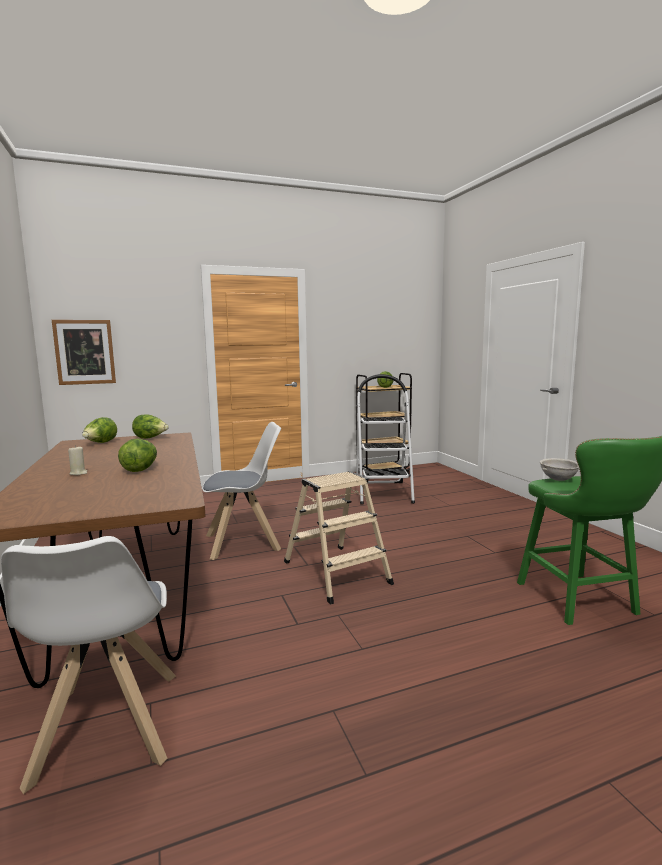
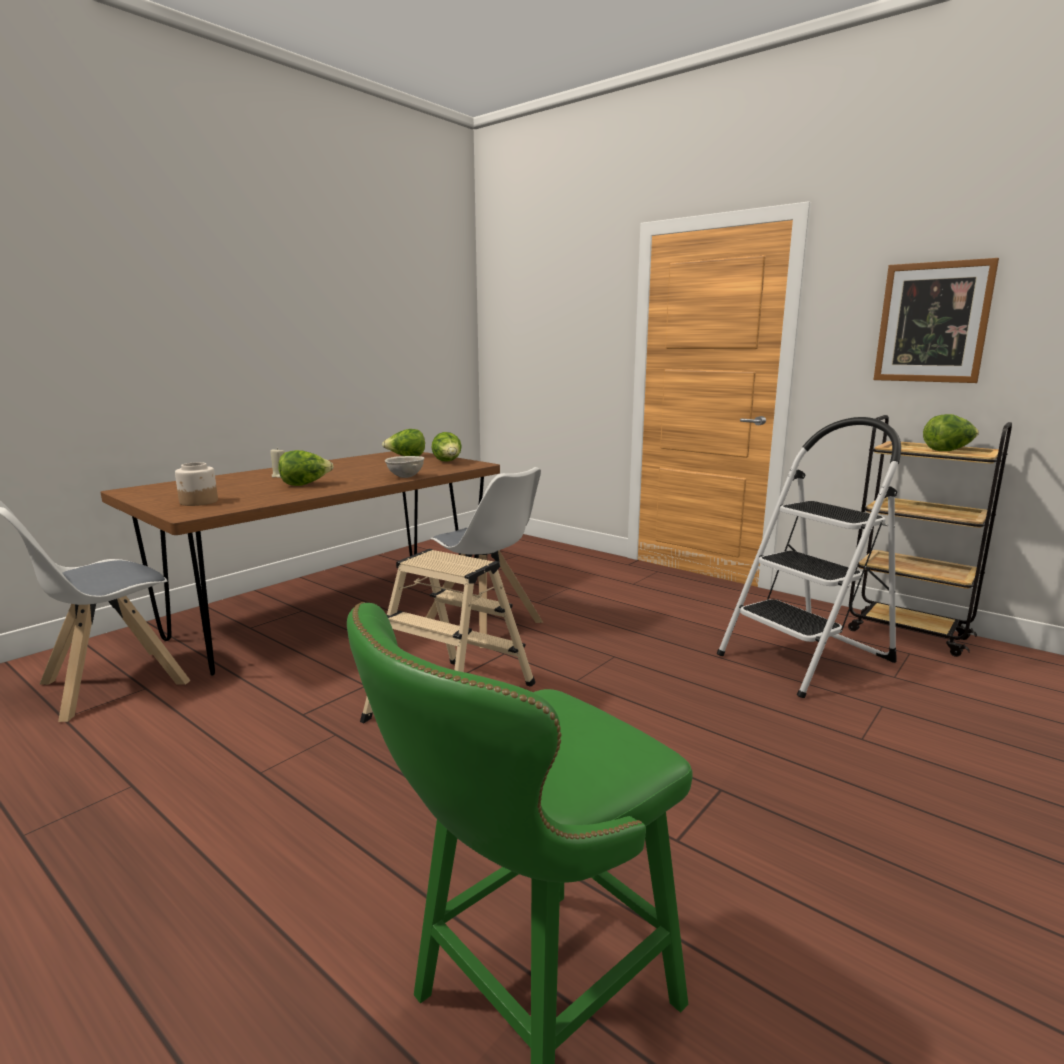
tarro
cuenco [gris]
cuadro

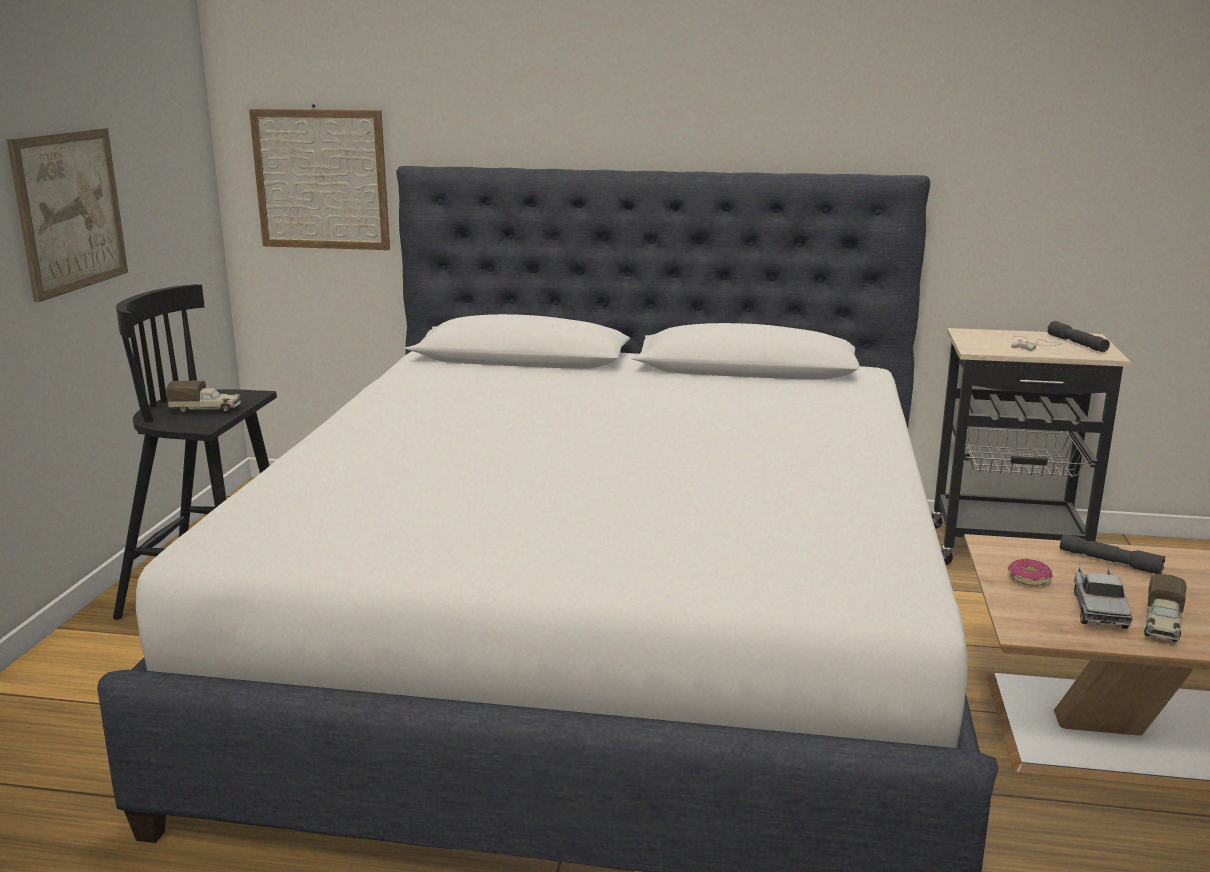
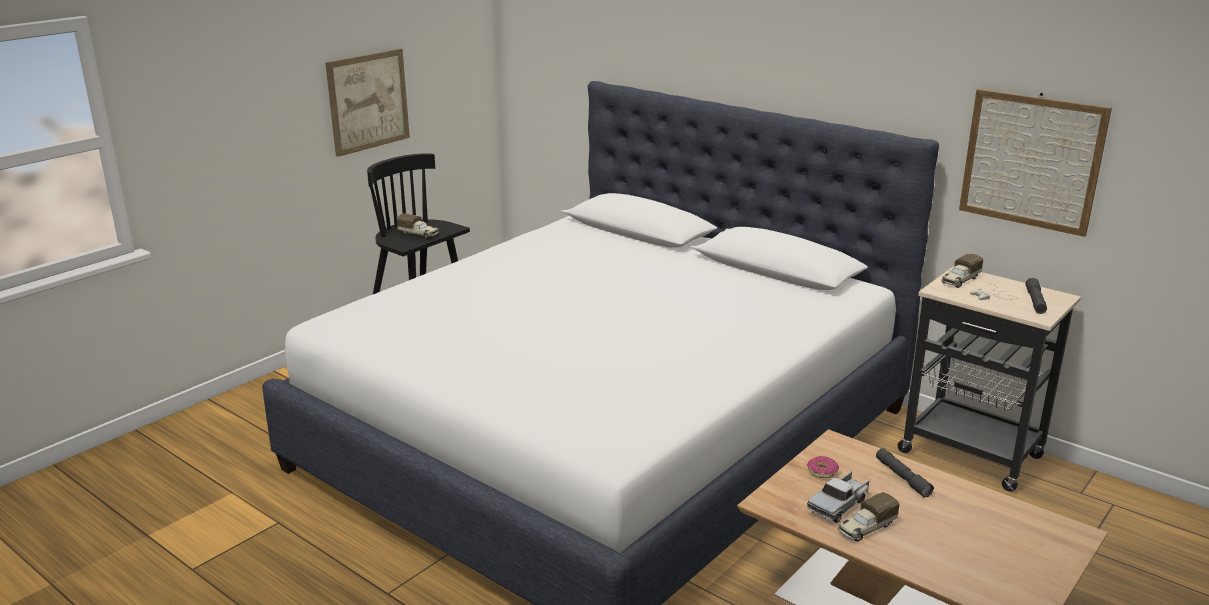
camión de juguete (no. 4 from left)
cuadro (no. 2 from left)

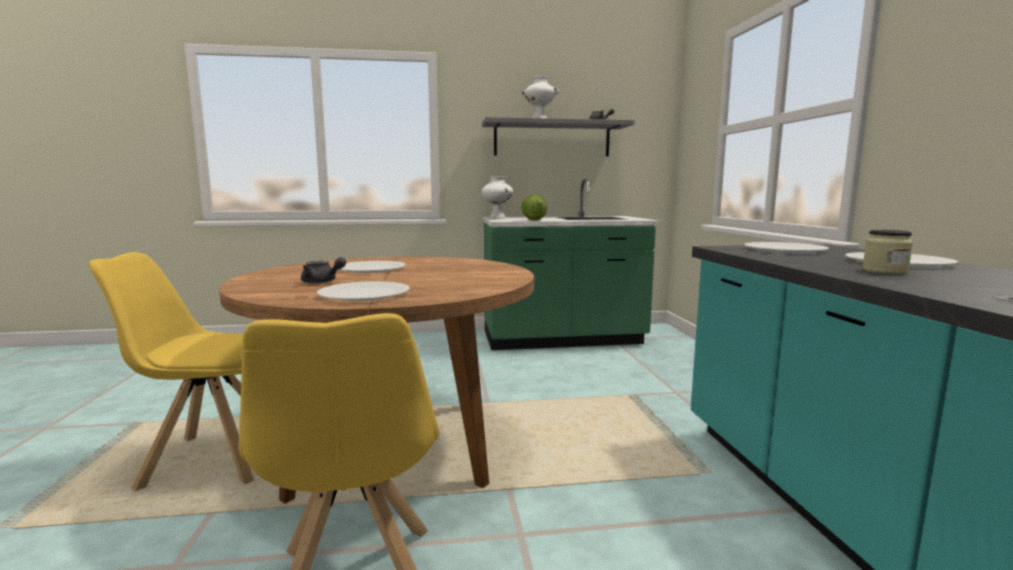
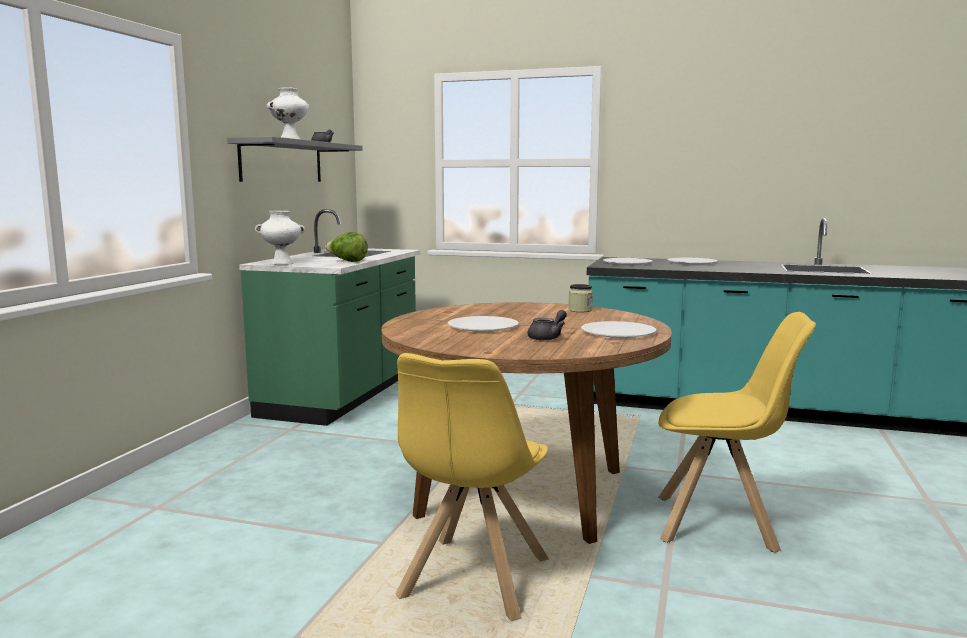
tarro

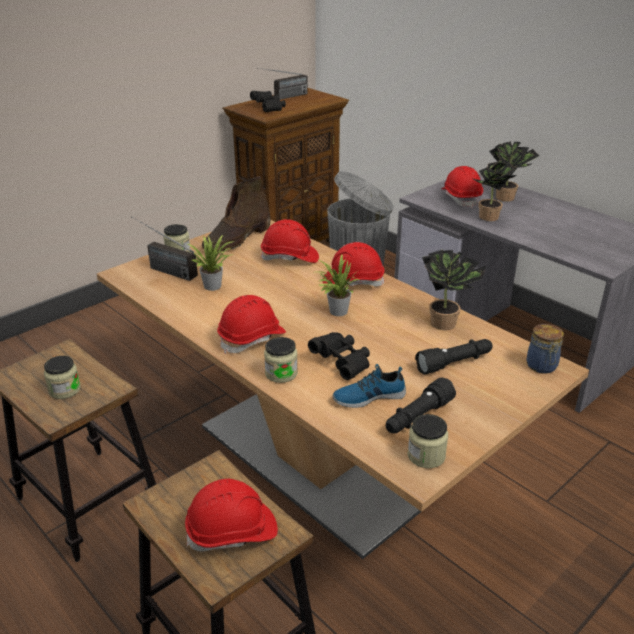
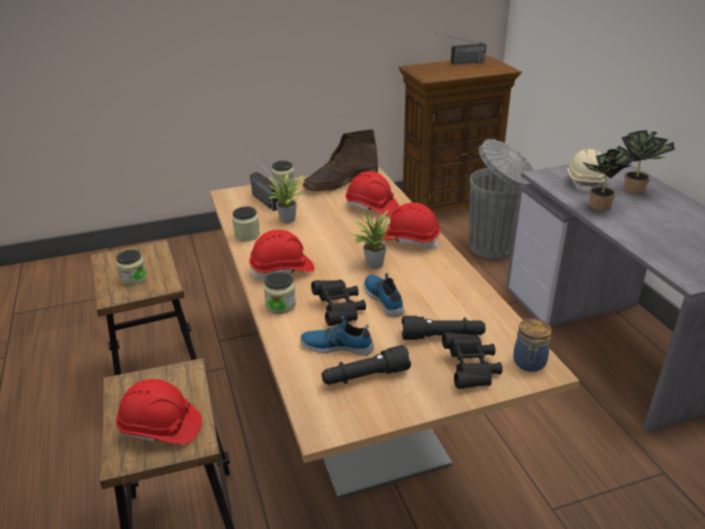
tarro (no. 2 from left)
zapato (no. 2 from left)
prismáticos [negro] (no. 2 from left)
casco [beis]
planta en maceta (no. 3 from left in the first image)

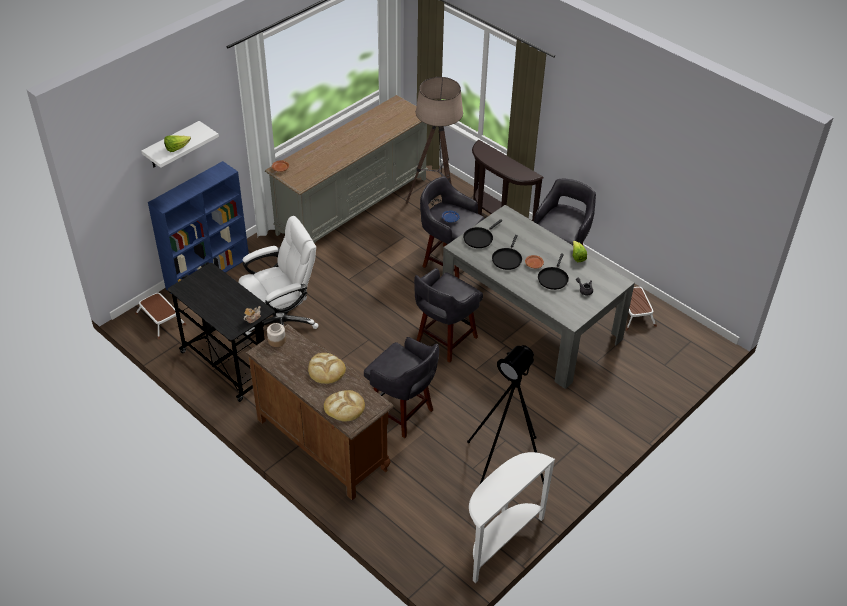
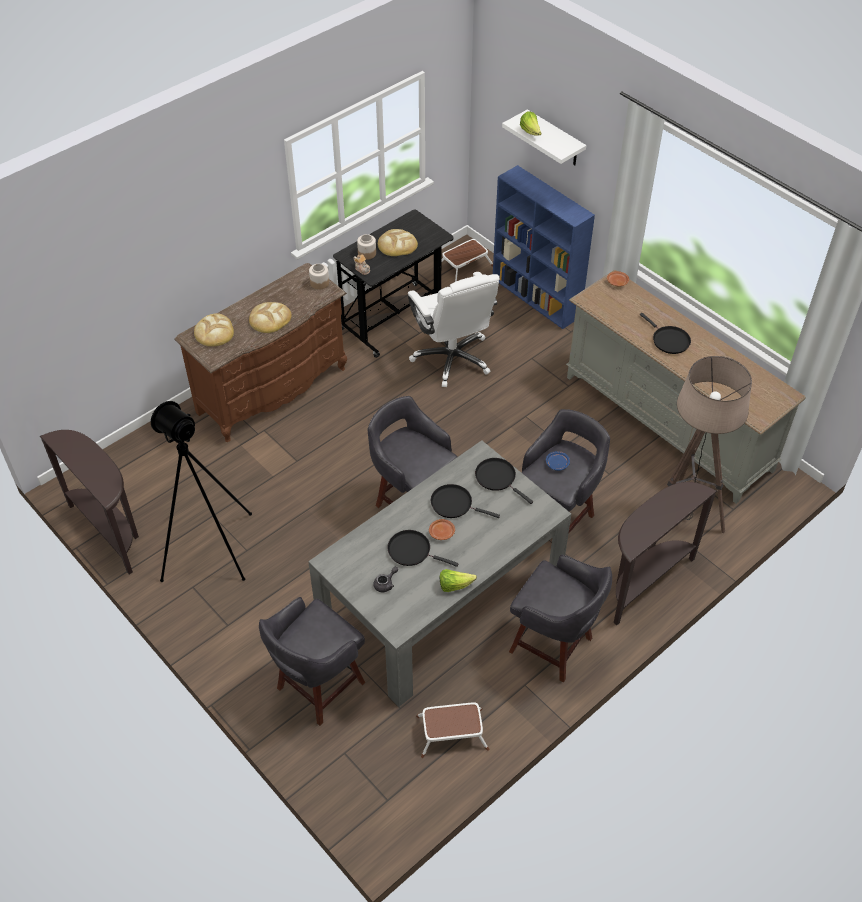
mesa consola [marrón] (no. 1 from left)
taburete [gris] (no. 1 from left)
tarro (no. 2 from left)
pan (no. 3 from left)
sartén [negro] (no. 4 from left)

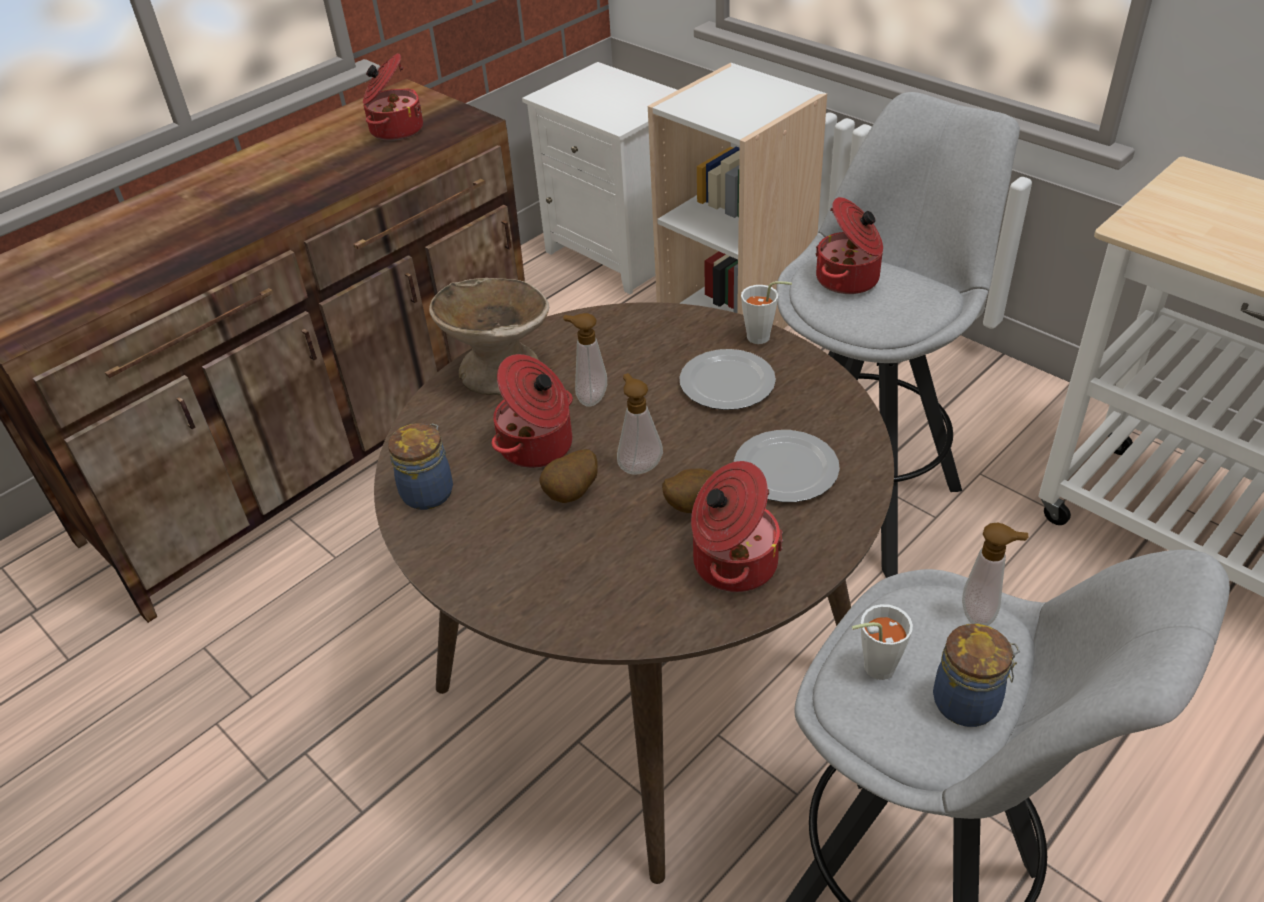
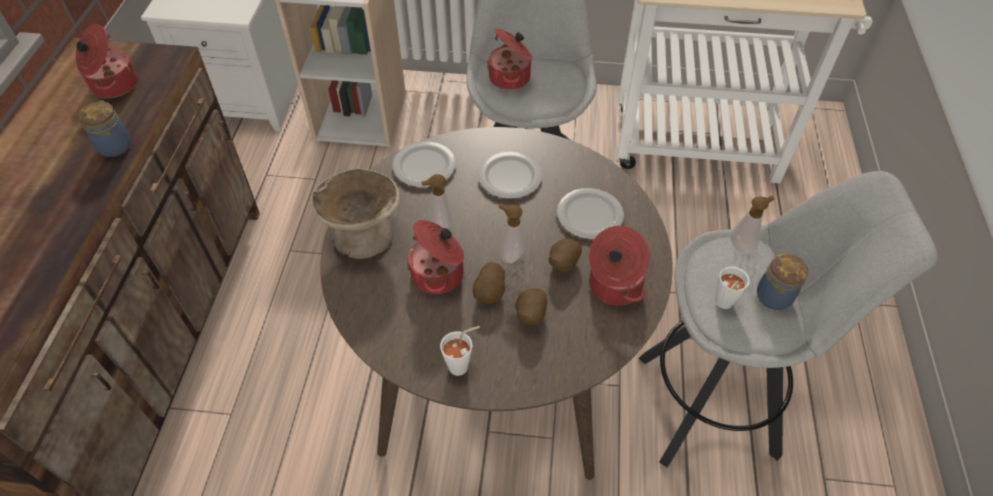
tarro (no. 1 from left)
plato (no. 1 from left)
taza [blanco] (no. 1 from left)
patata (no. 2 from left)

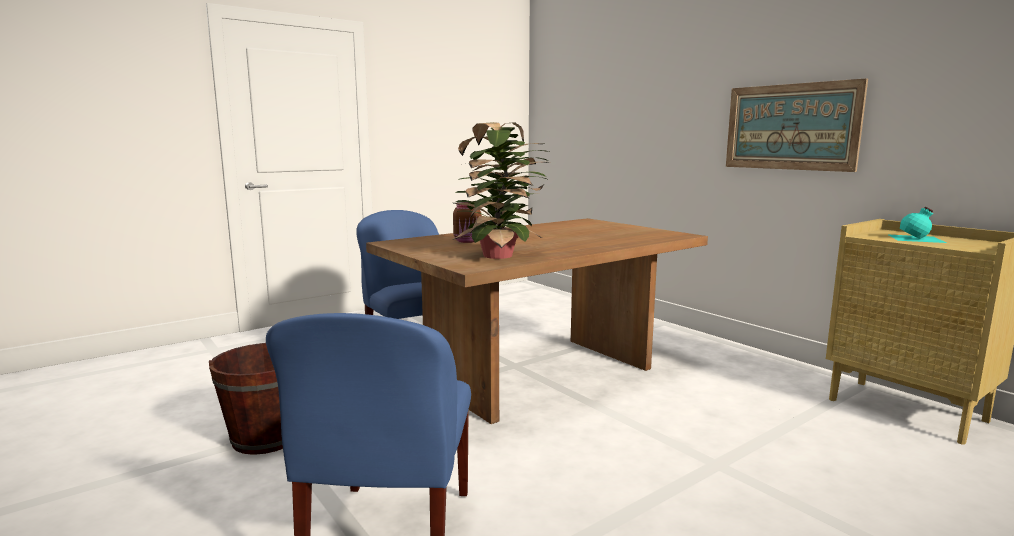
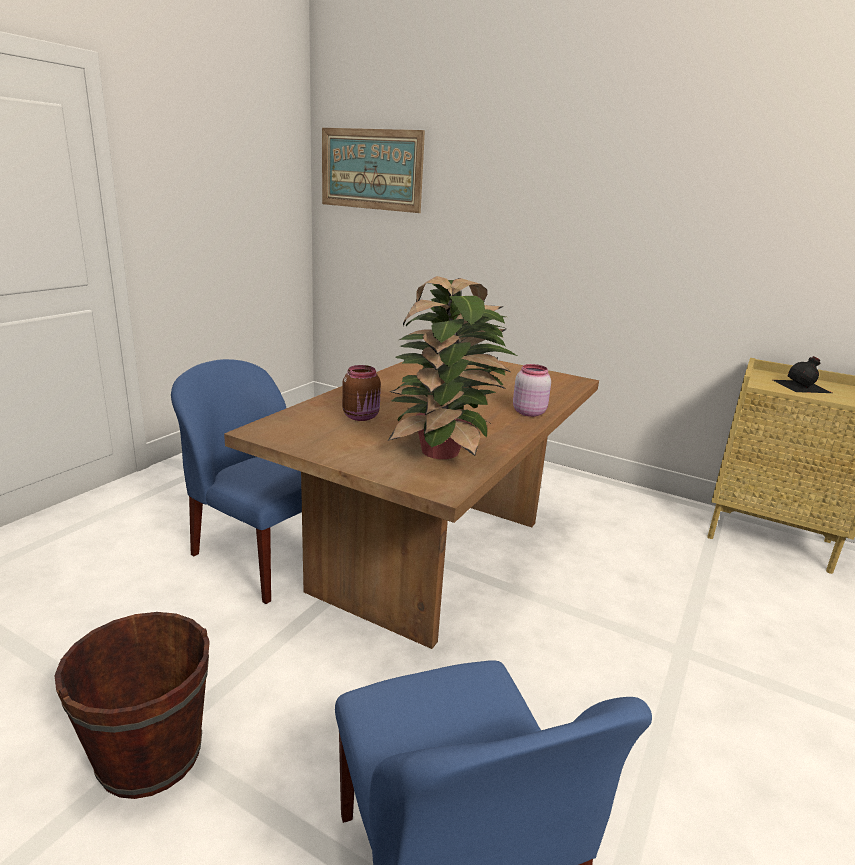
cuadro
tarro [rosa]
botella [negro]

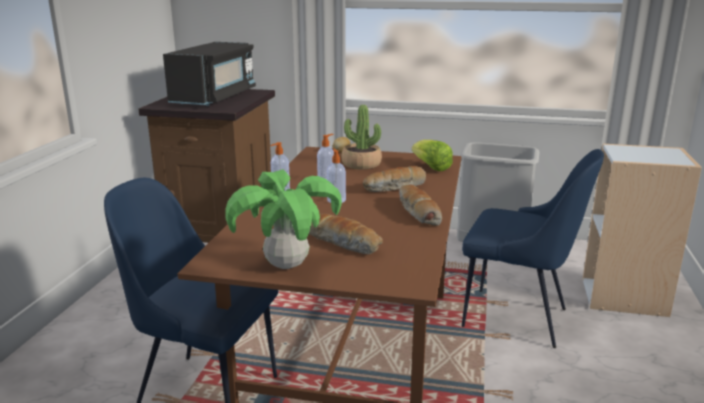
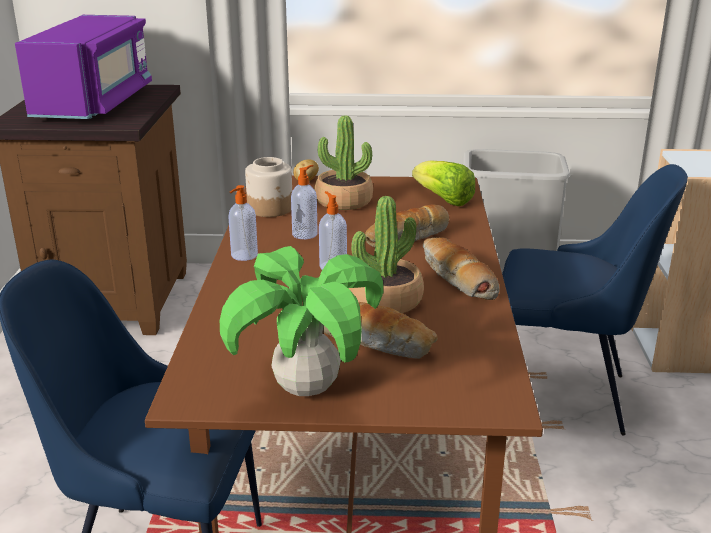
microondas [morado]
tarro
planta en maceta (no. 3 from left)

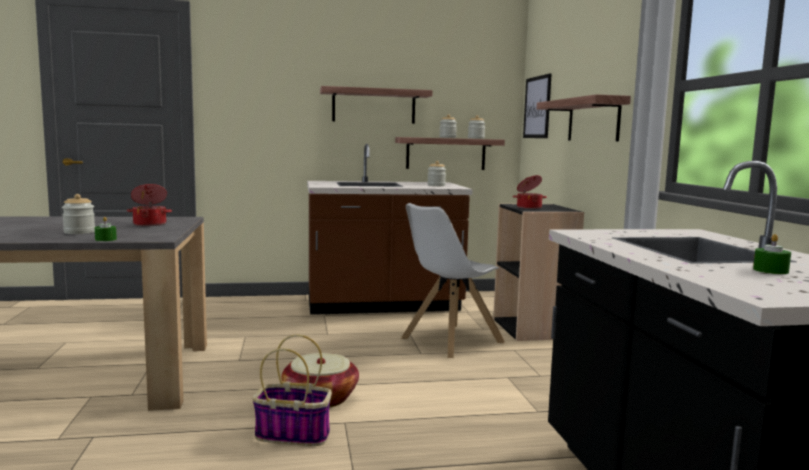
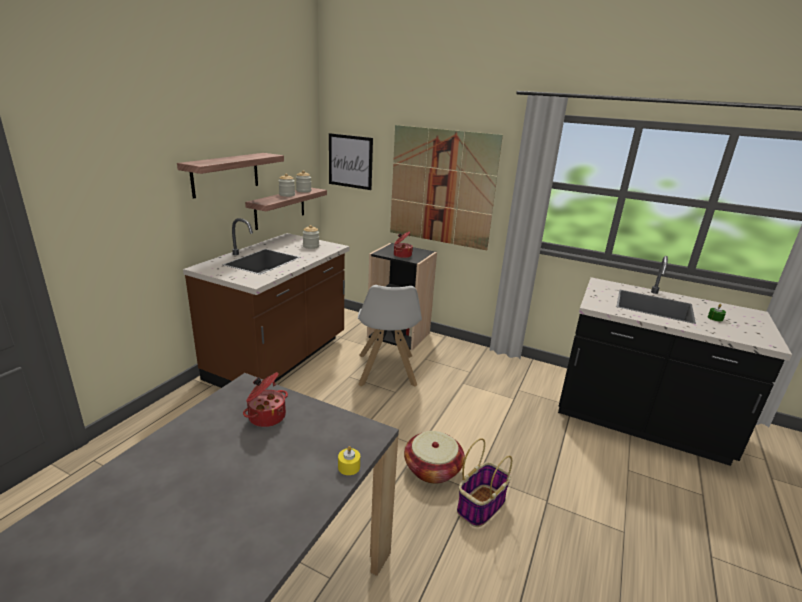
vela [amarillo]
cuadro (no. 2 from left)
tarro (no. 1 from left in the first image)

